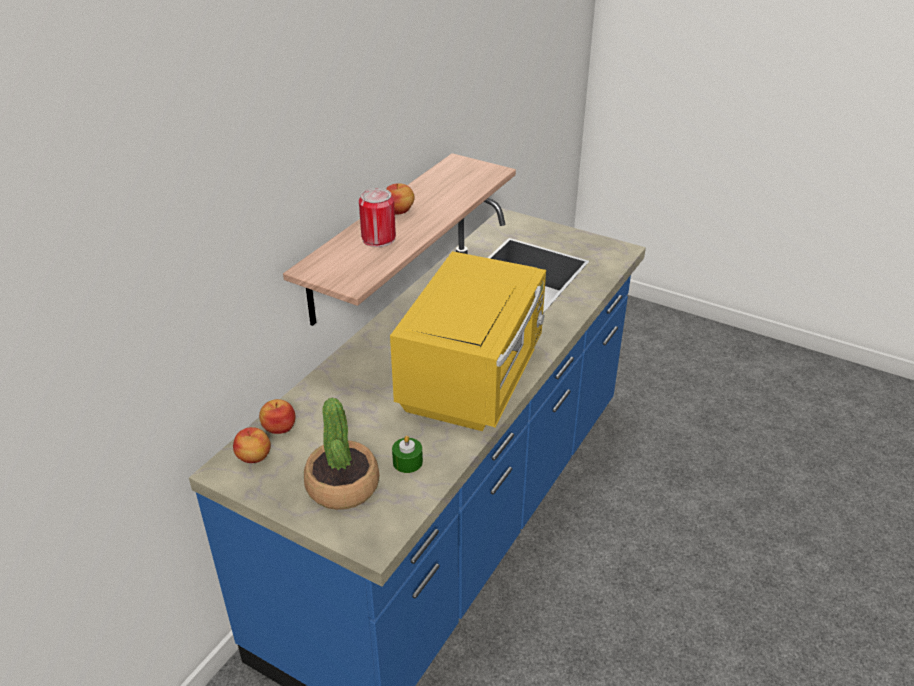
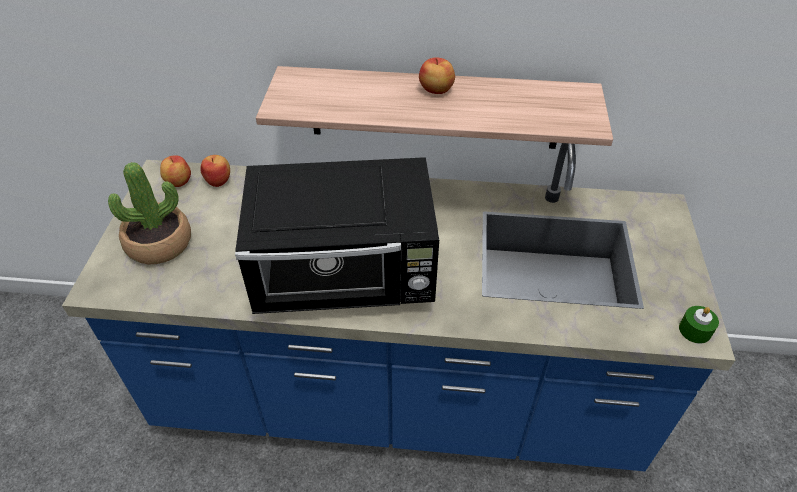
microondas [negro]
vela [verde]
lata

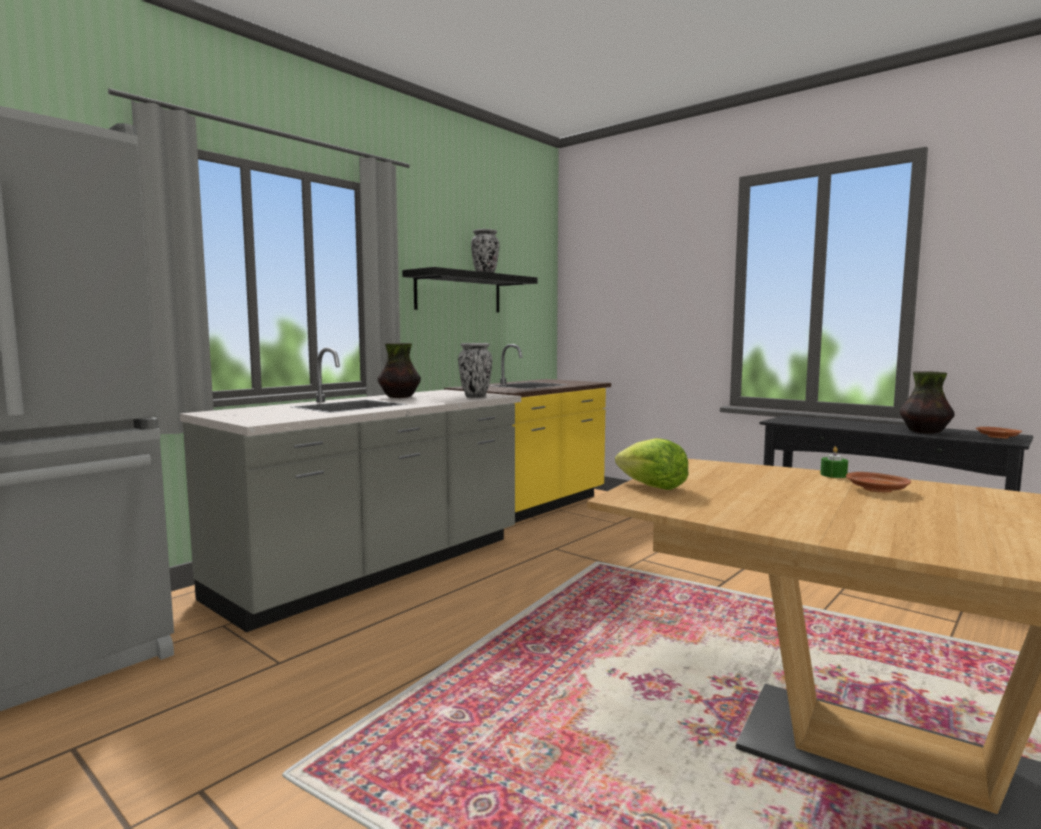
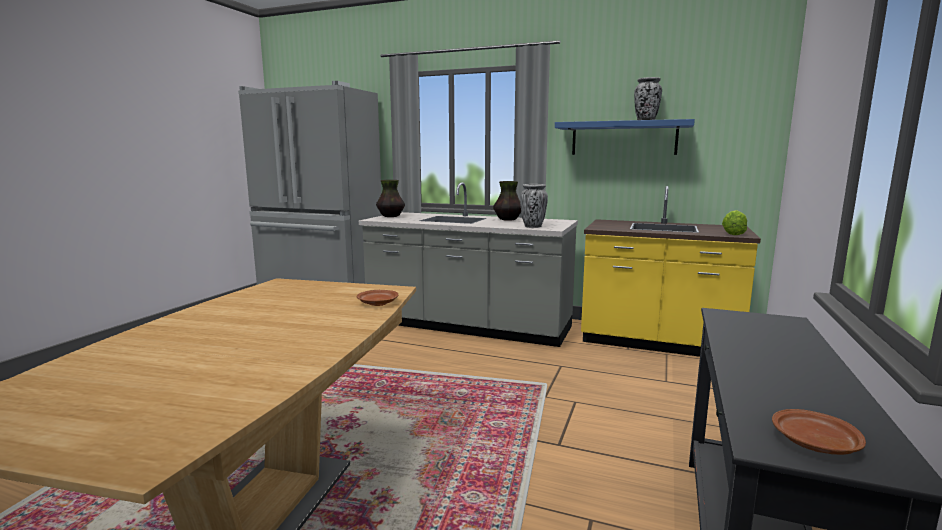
plato [marrón] (no. 1 from left)
florero (no. 1 from left)
estante [azul]
lechuga
vela [verde]

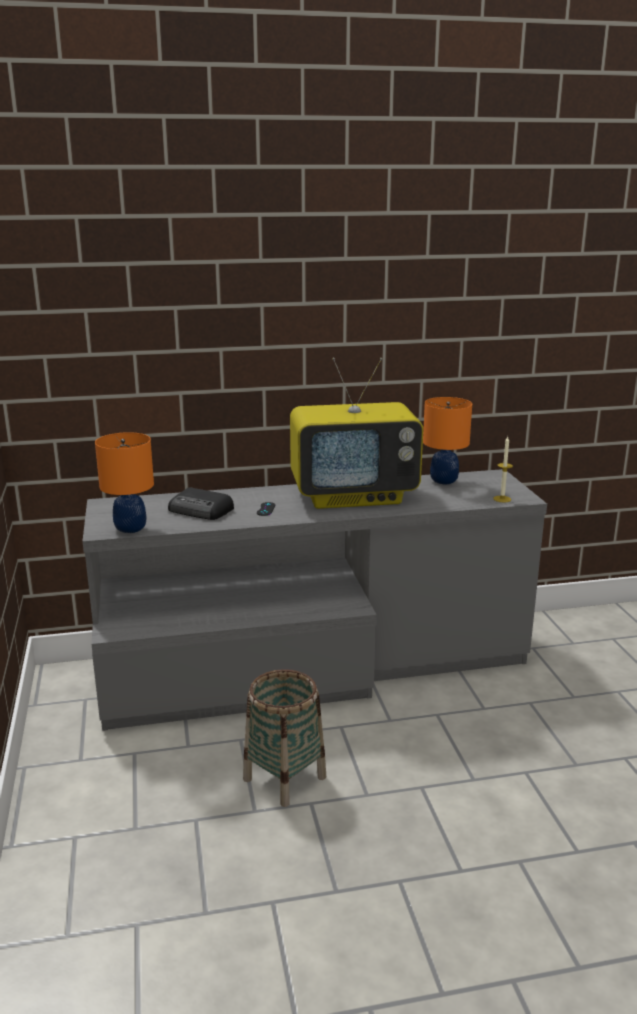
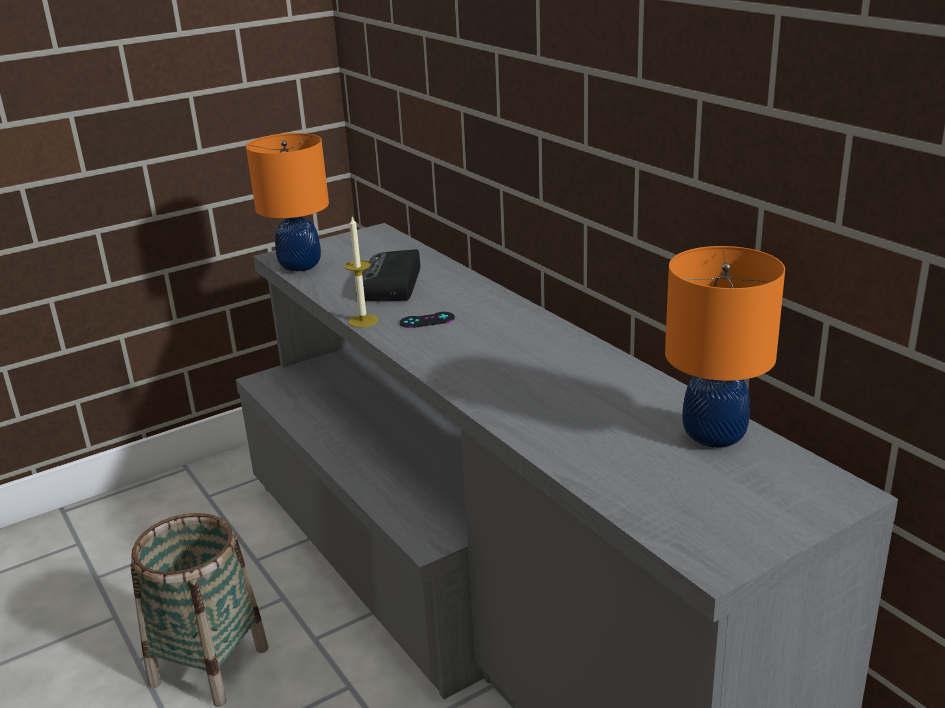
vela
televisor

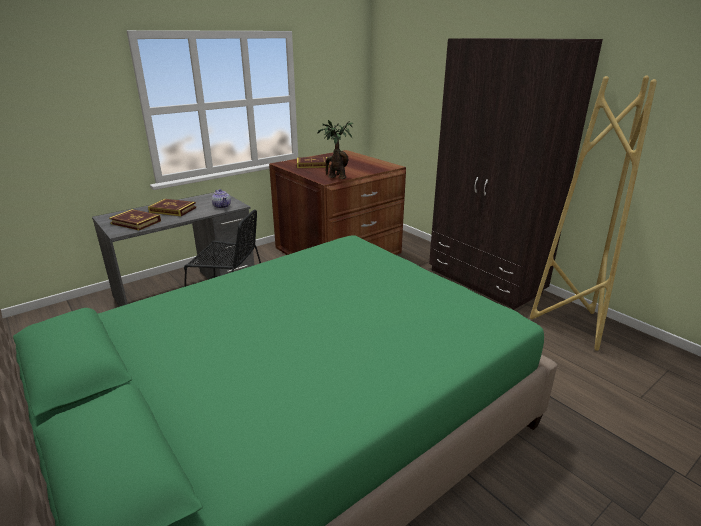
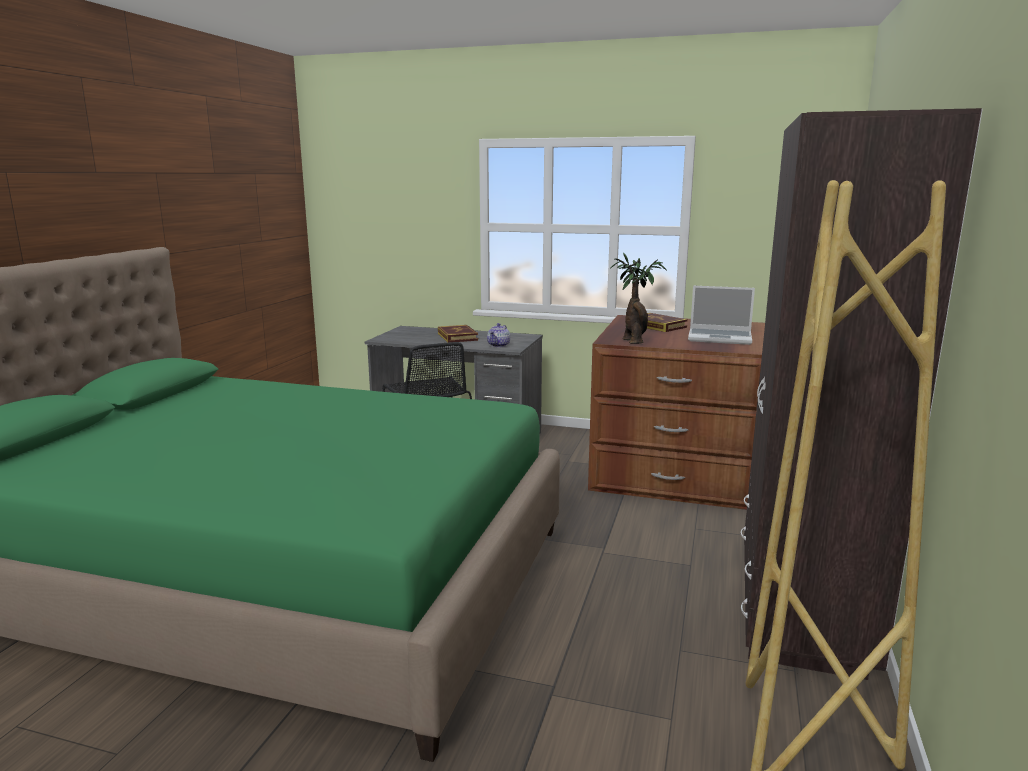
portátil
libro (no. 1 from left in the first image)

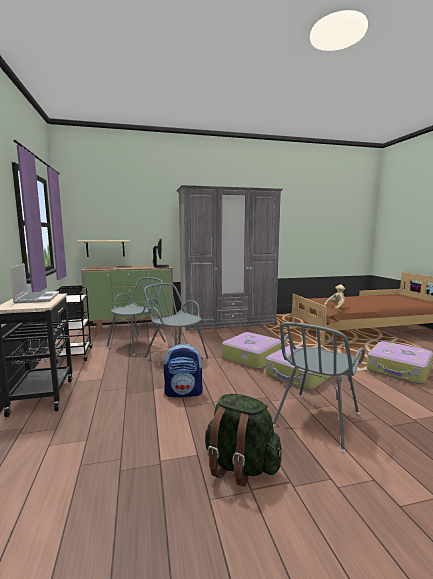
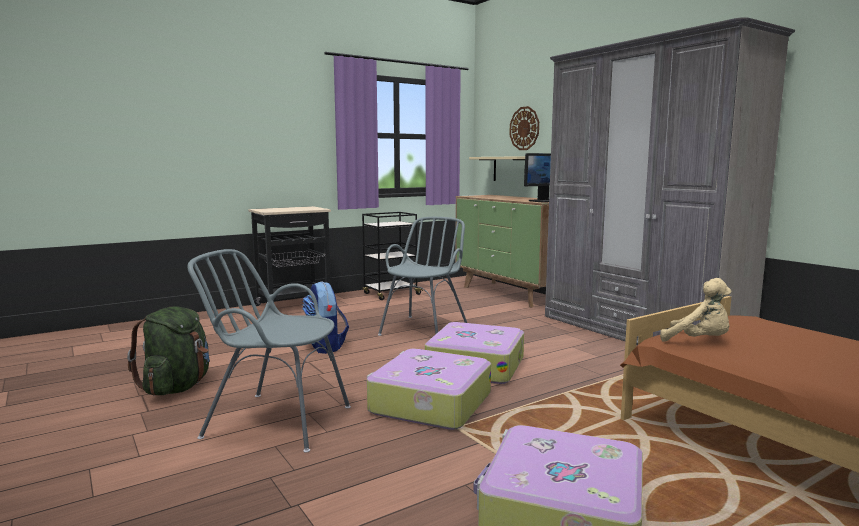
reloj de pared
portátil
silla [gris] (no. 1 from left in the first image)

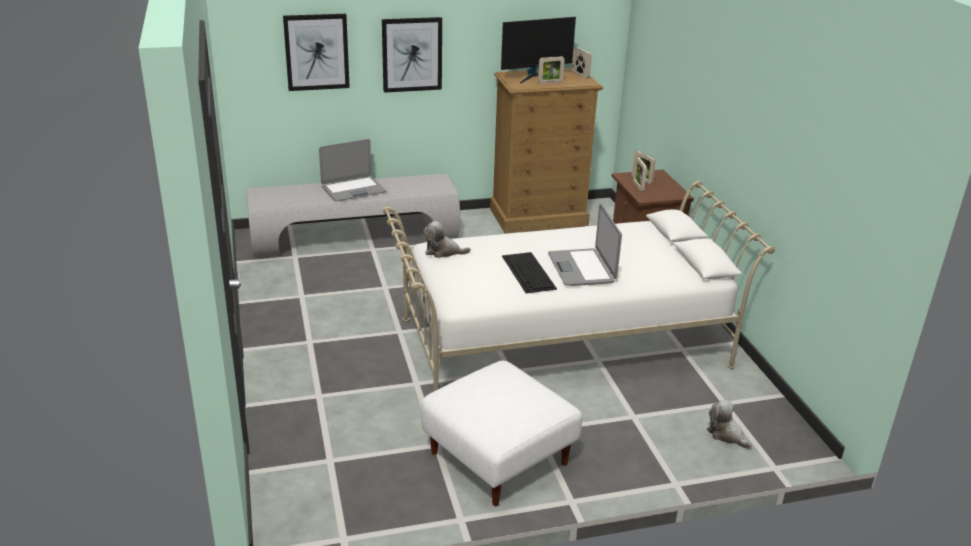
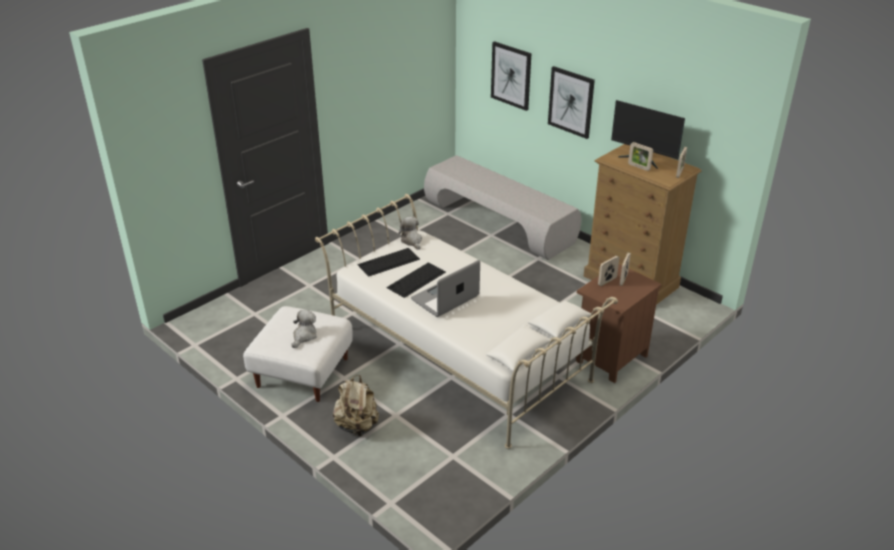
peluche (no. 1 from left)
mochila [beis]
teclado (no. 1 from left)
portátil (no. 1 from left in the first image)

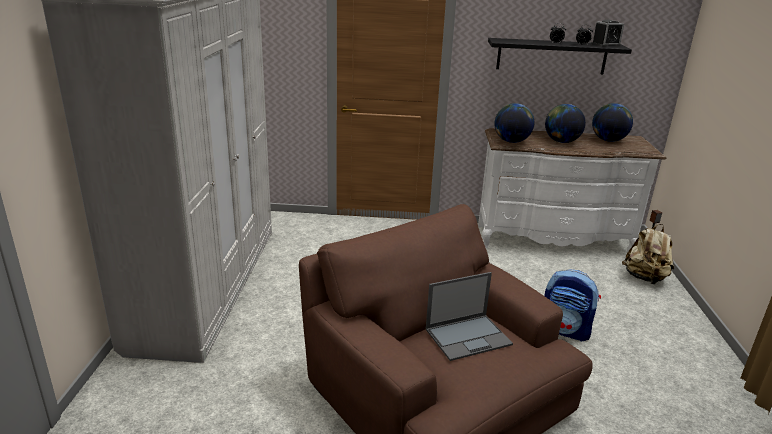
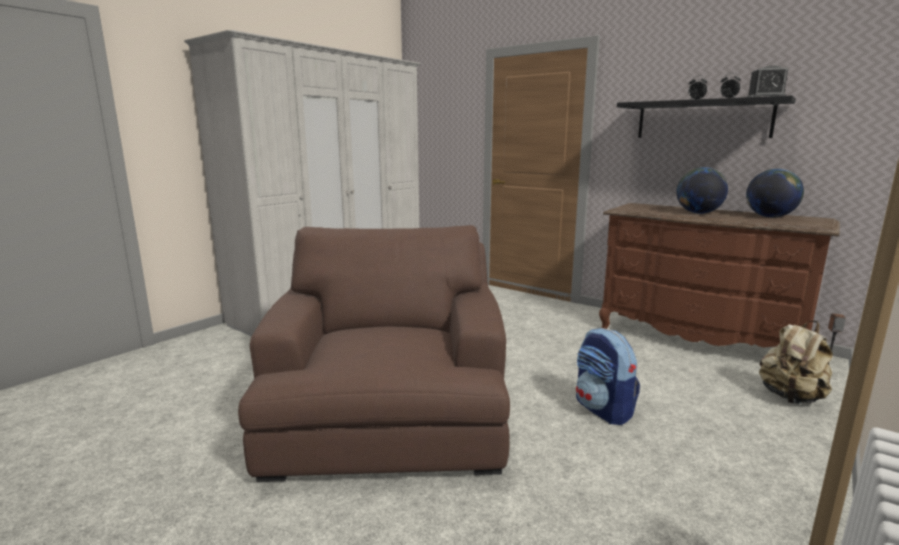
cómoda [marrón]
portátil
globo terráqueo (no. 1 from left in the first image)

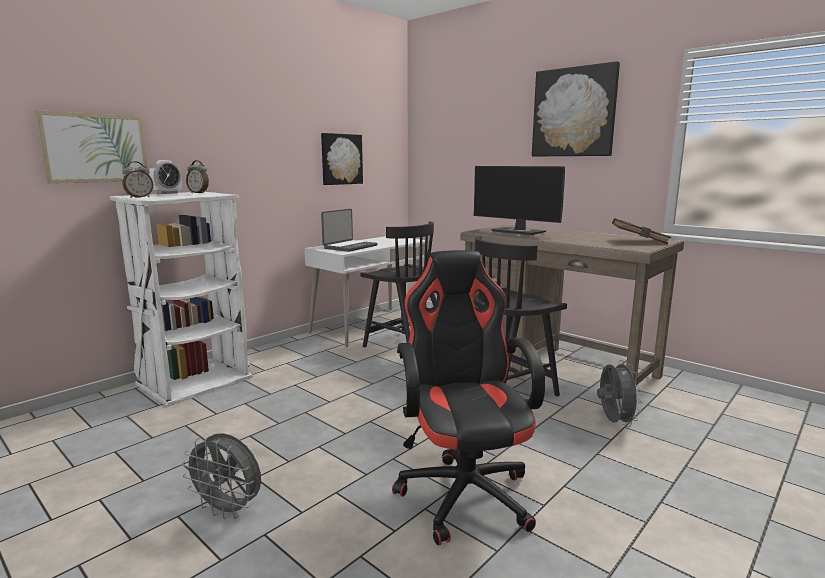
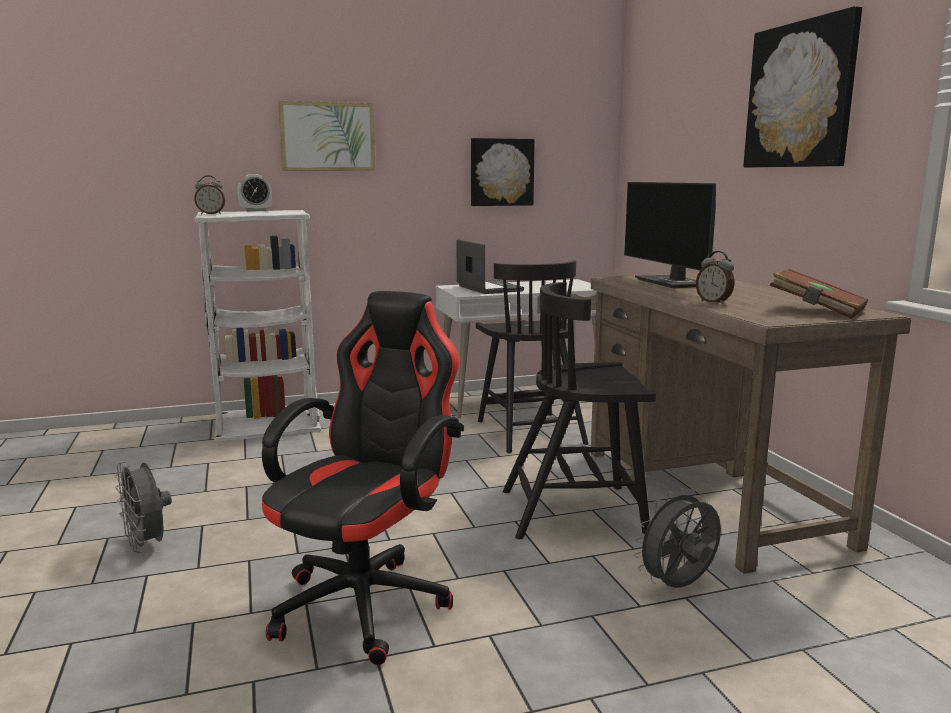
cuadro (no. 1 from left)
portátil
ventilador [gris] (no. 2 from left)
despertador (no. 3 from left)

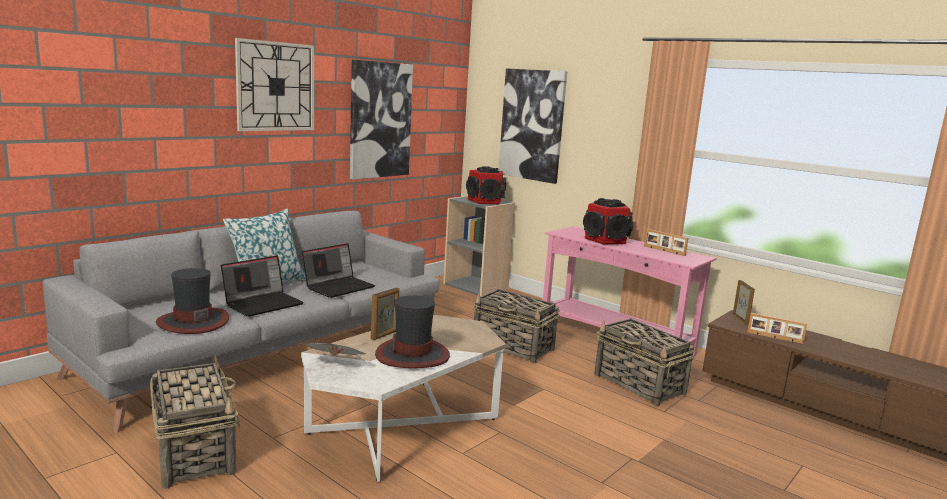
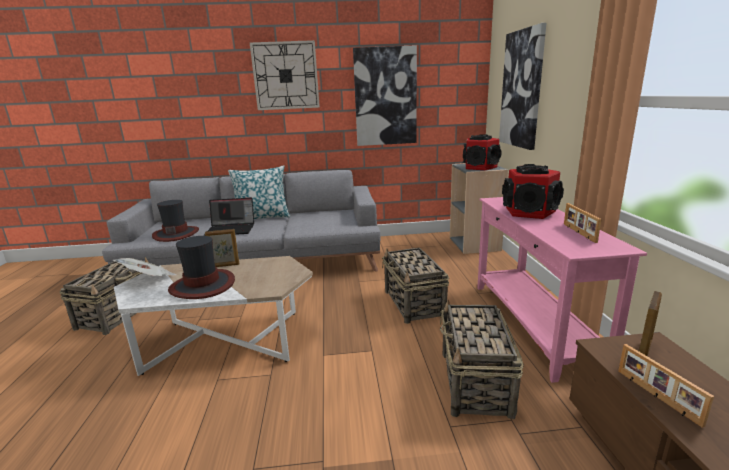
portátil (no. 2 from left in the first image)

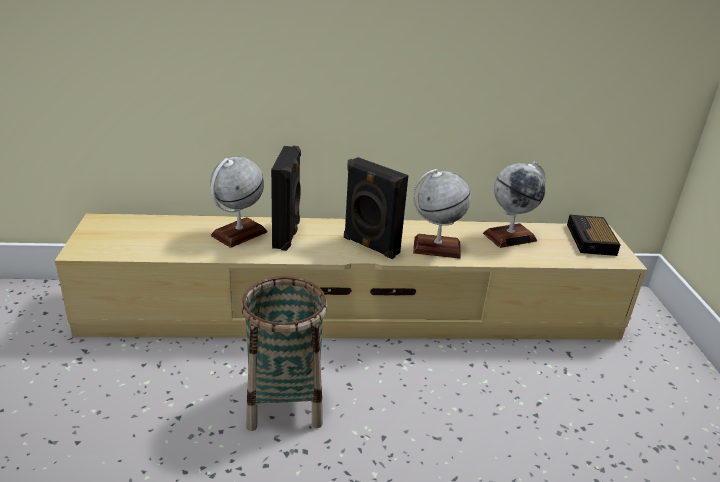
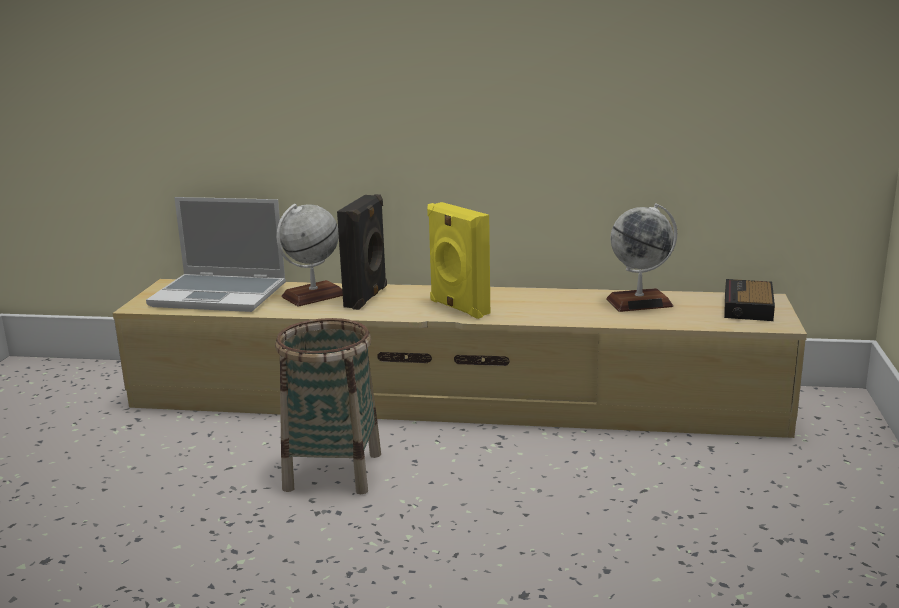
portátil
altavoz [amarillo]
globo terráqueo (no. 2 from left in the first image)

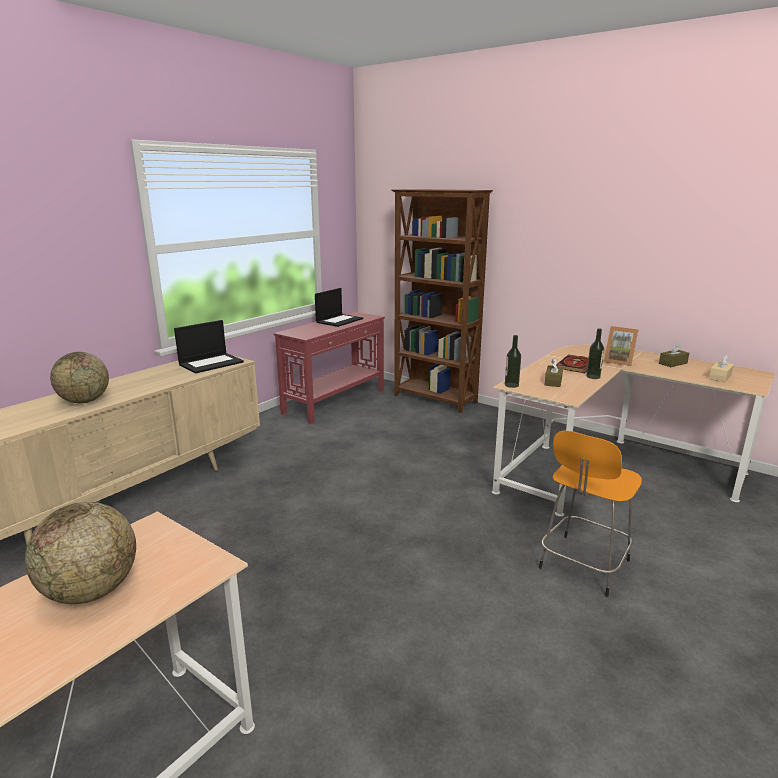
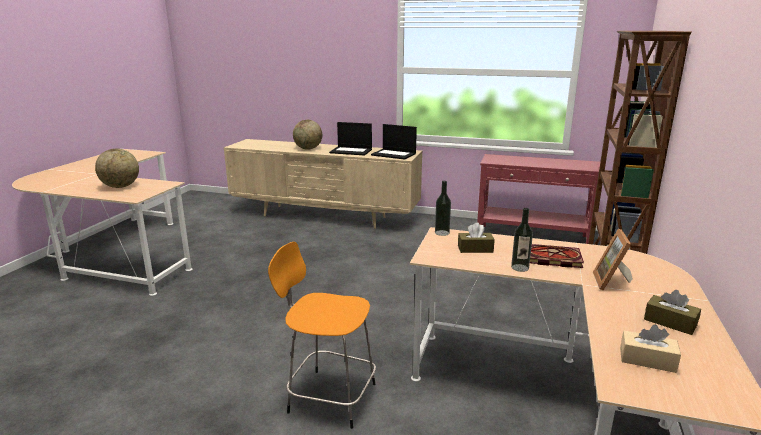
portátil (no. 1 from left)

